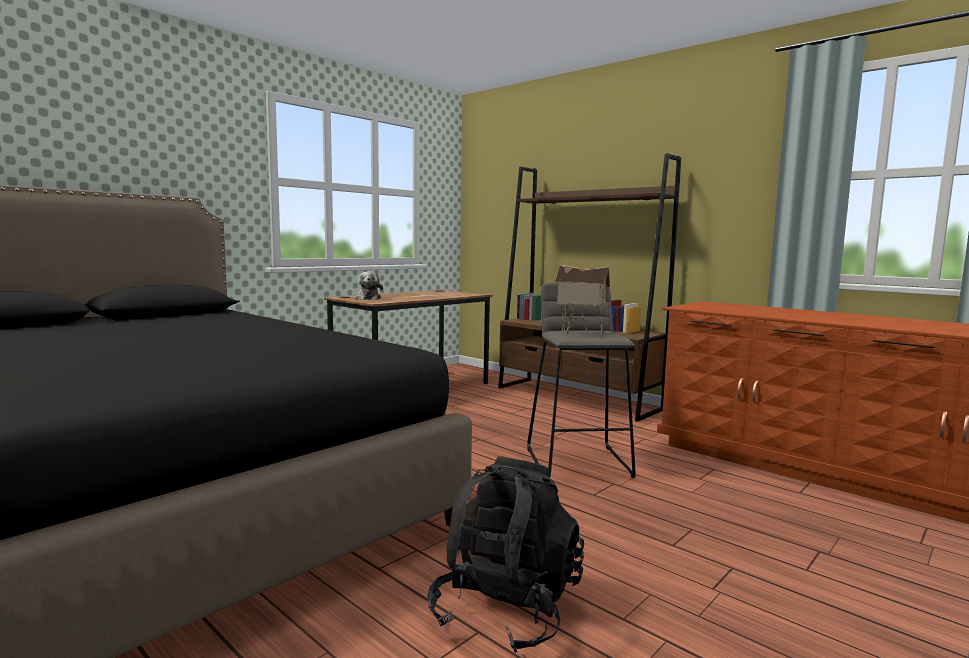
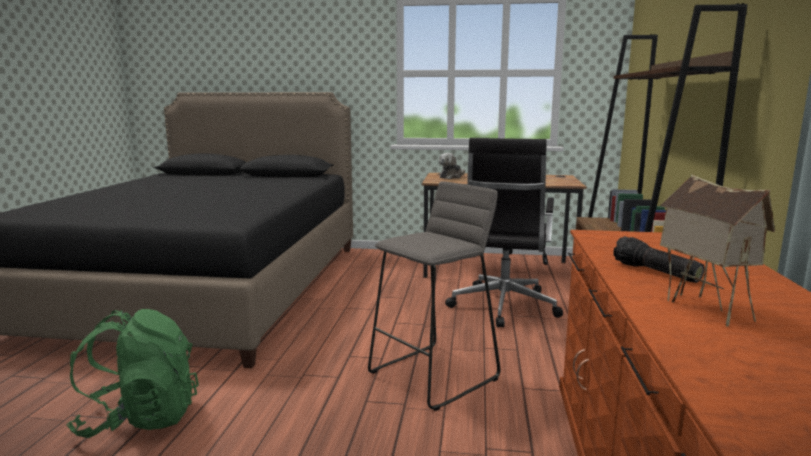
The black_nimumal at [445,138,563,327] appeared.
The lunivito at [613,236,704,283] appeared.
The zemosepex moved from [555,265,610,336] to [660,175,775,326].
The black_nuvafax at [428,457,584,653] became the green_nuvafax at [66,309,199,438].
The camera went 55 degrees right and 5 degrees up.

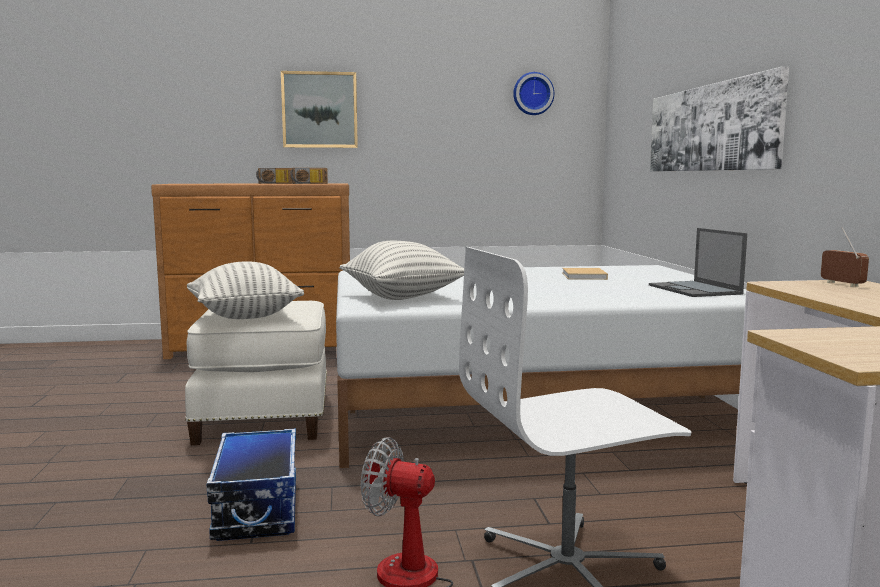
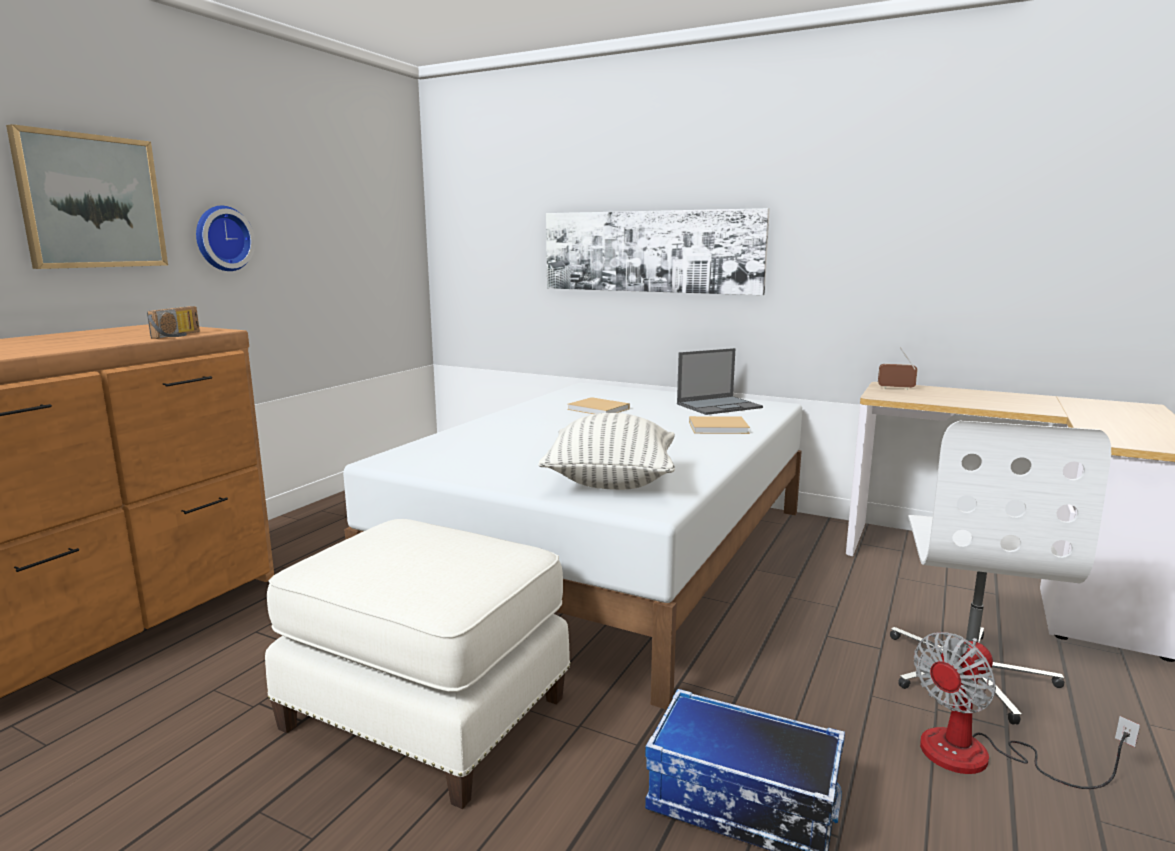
The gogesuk at [187,261,304,319] disappeared.
The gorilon at [256,168,293,184] disappeared.
The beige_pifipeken at [689,416,750,434] appeared.
The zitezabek moved from [513,72,554,115] to [196,206,255,271].
The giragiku at [649,228,747,297] turned 45 degrees counterclockwise.
The camera went 55 degrees left and 5 degrees up.

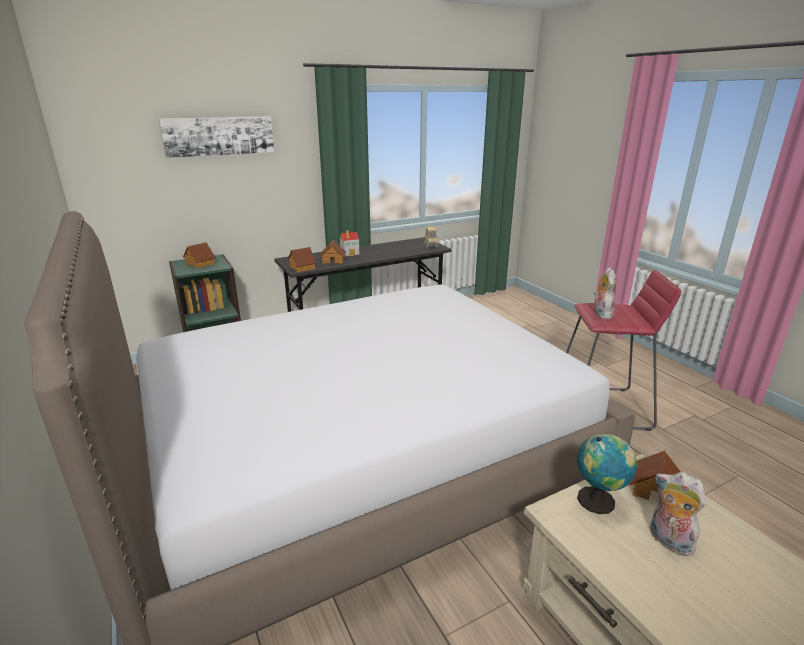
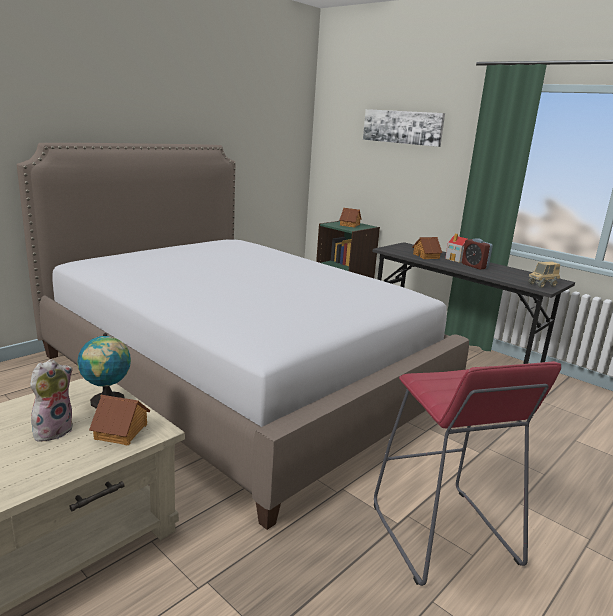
The zemosepex at [288,247,316,272] disappeared.
The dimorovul at [594,268,616,319] disappeared.
The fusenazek at [462,238,493,270] appeared.
The camera went 70 degrees right and 5 degrees down.

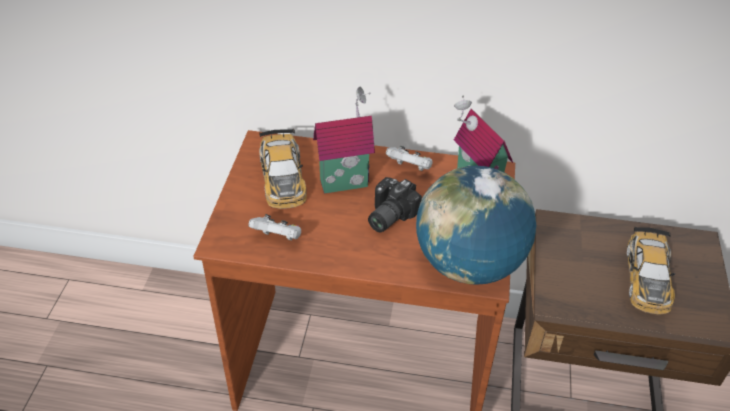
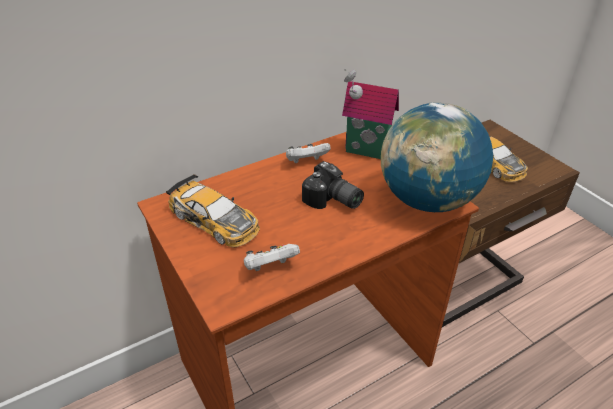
The zemosepex at [313,86,375,194] disappeared.
The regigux at [368,177,422,232] turned 45 degrees counterclockwise.
The camera went 40 degrees left and 5 degrees down.

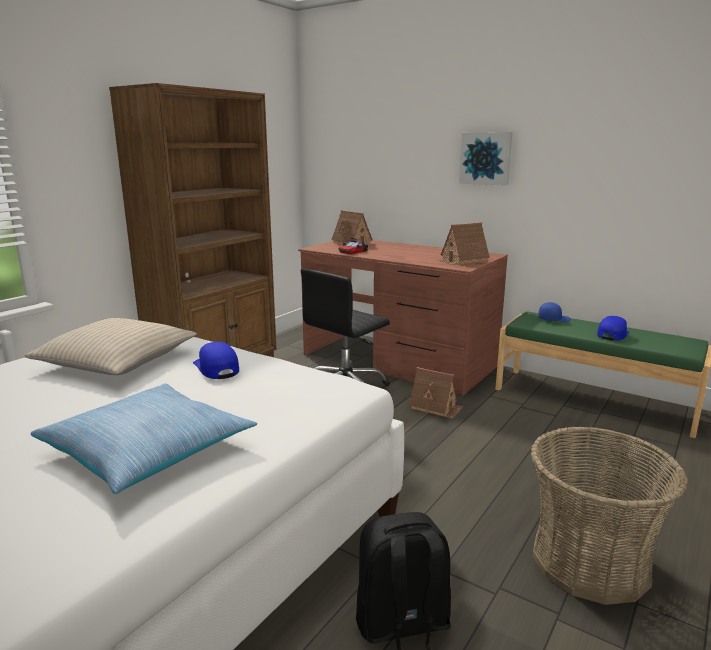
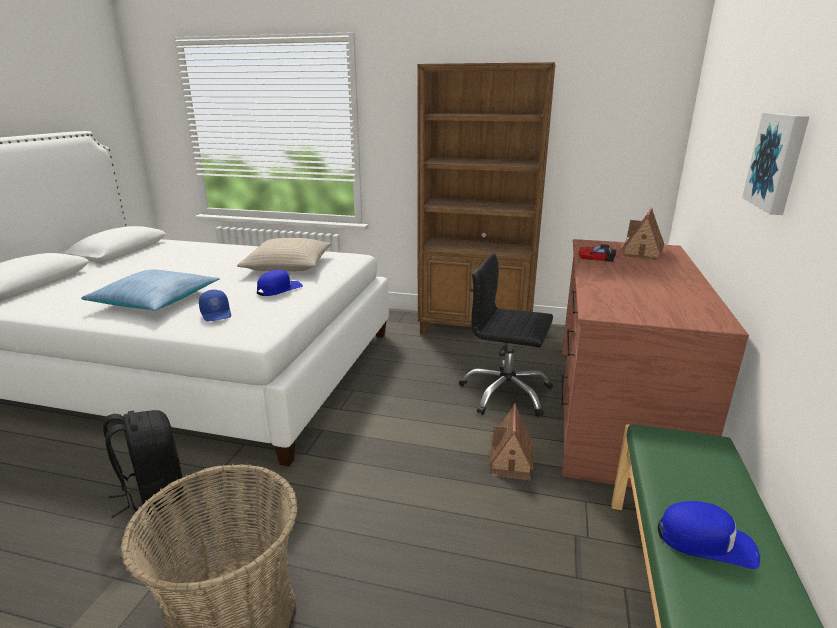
The zemosepex at [437,222,490,265] disappeared.
The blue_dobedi moved from [538,302,571,322] to [199,290,231,321].
The camera went 70 degrees right and 5 degrees up.

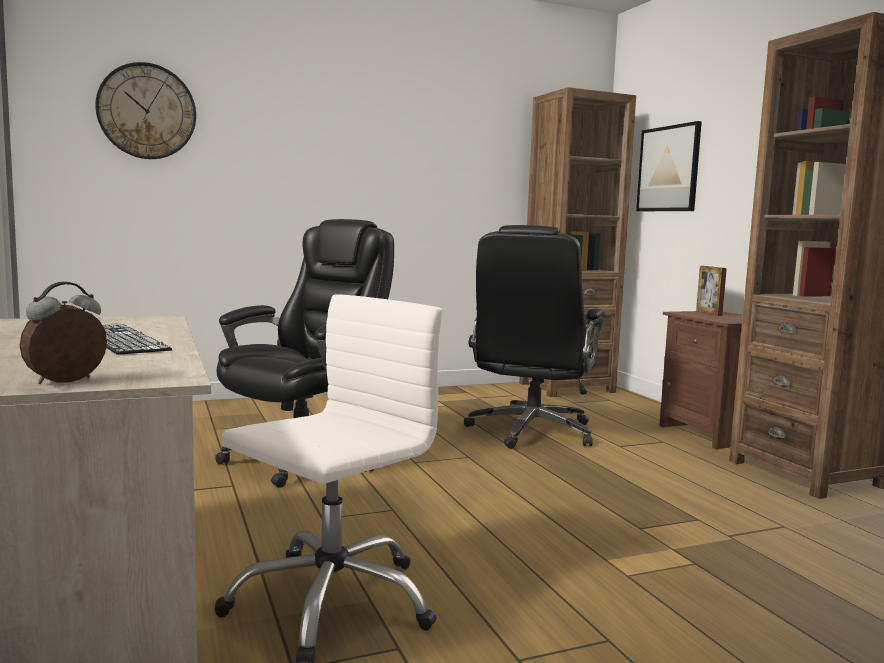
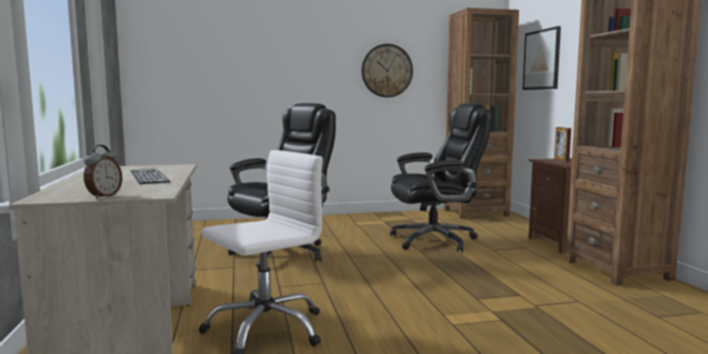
The zitezabek moved from [95,62,196,159] to [362,44,413,97].
The fusenazek at [19,281,107,384] turned 150 degrees clockwise.
The black_nimumal at [464,225,606,449] turned 135 degrees counterclockwise.
The camera went 10 degrees right and 0 degrees up.

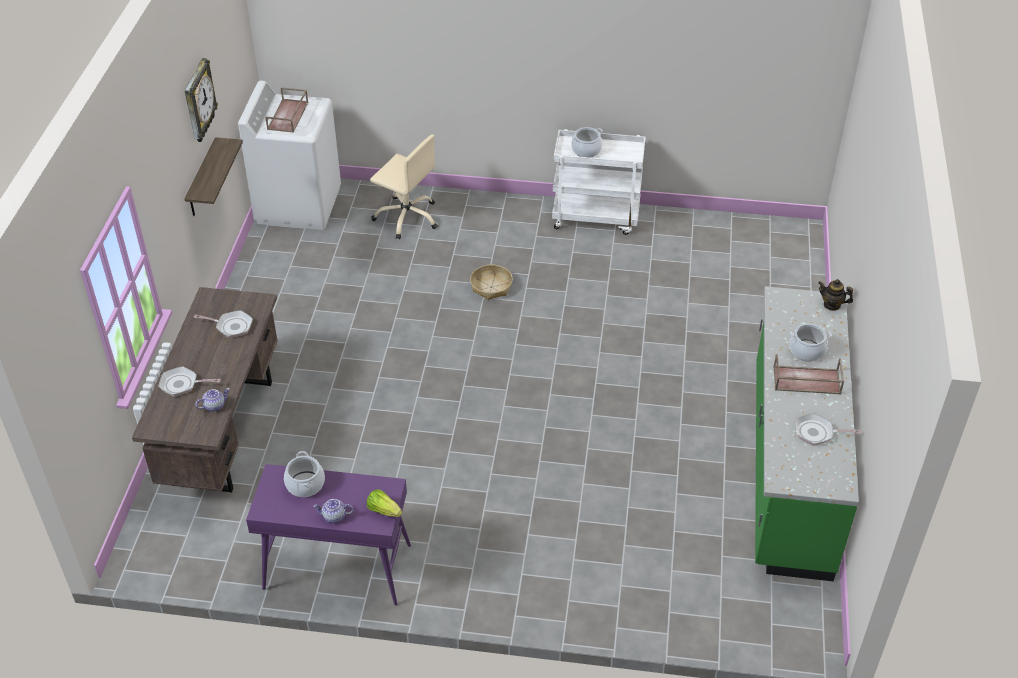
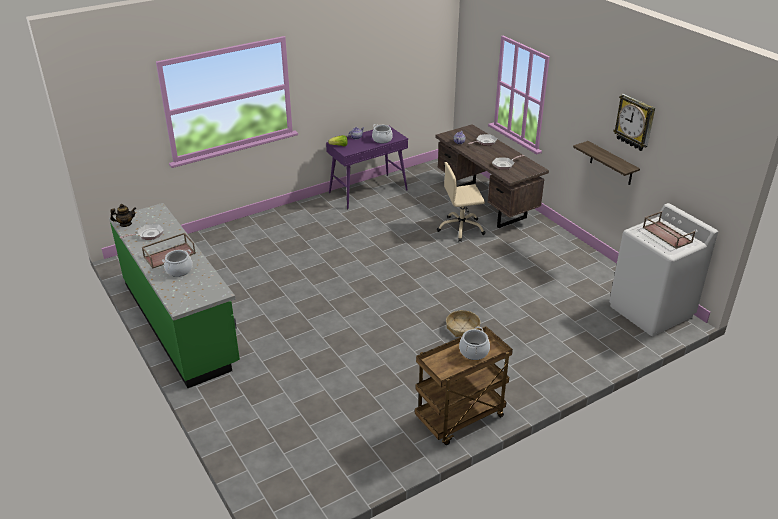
The beige_nimumal moved from [370,134,438,239] to [437,162,486,242].
The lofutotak moved from [818,279,853,311] to [110,204,136,227].
The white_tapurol at [552,129,646,235] became the brown_tapurol at [415,326,513,445].
The camera went 140 degrees right and 10 degrees down.

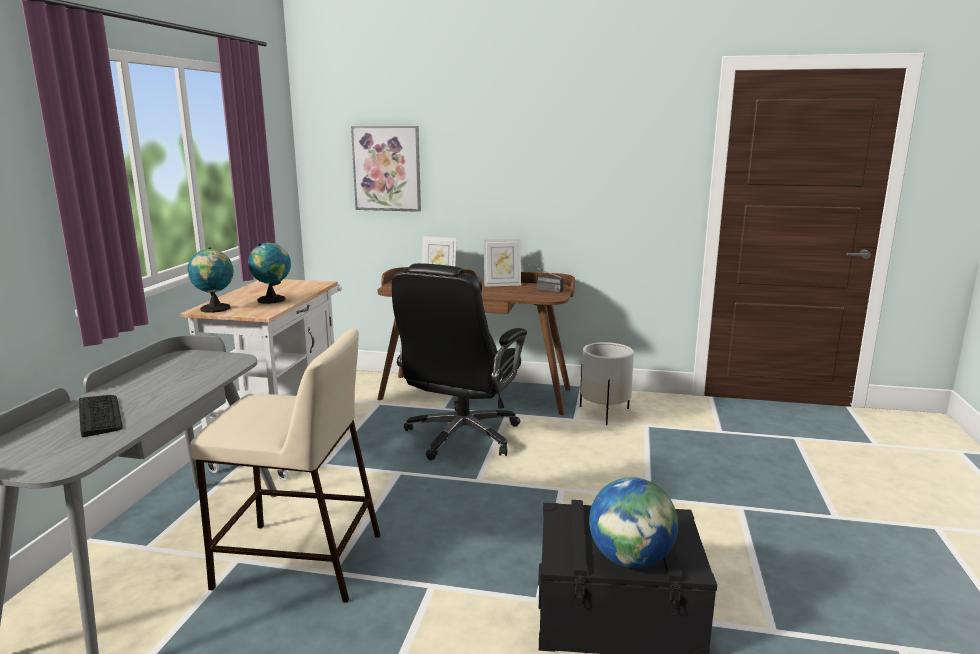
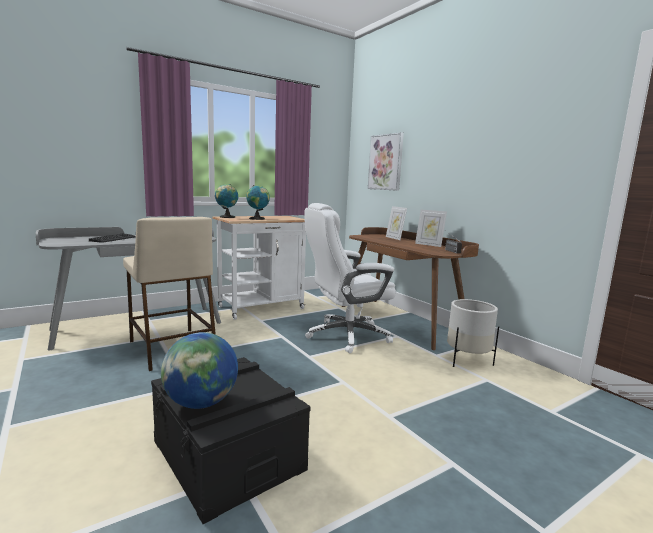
The black_nimumal at [392,263,527,460] became the white_nimumal at [304,203,396,353].
The camera went 45 degrees right and 5 degrees down.

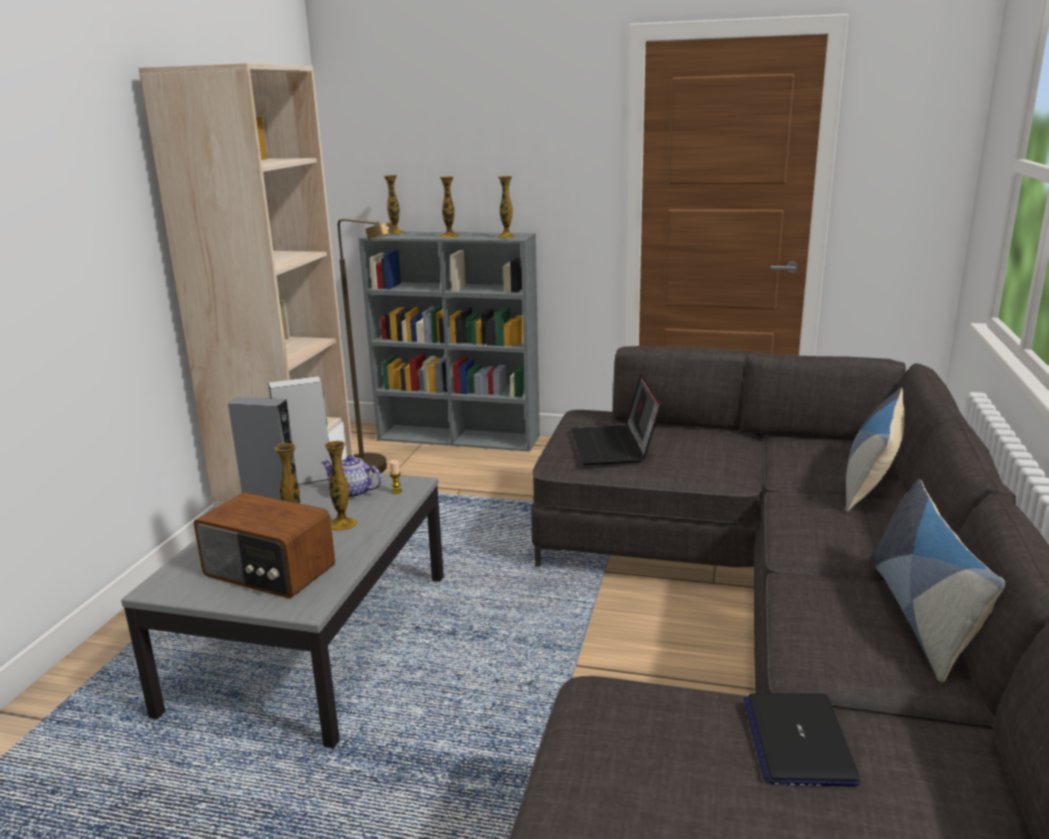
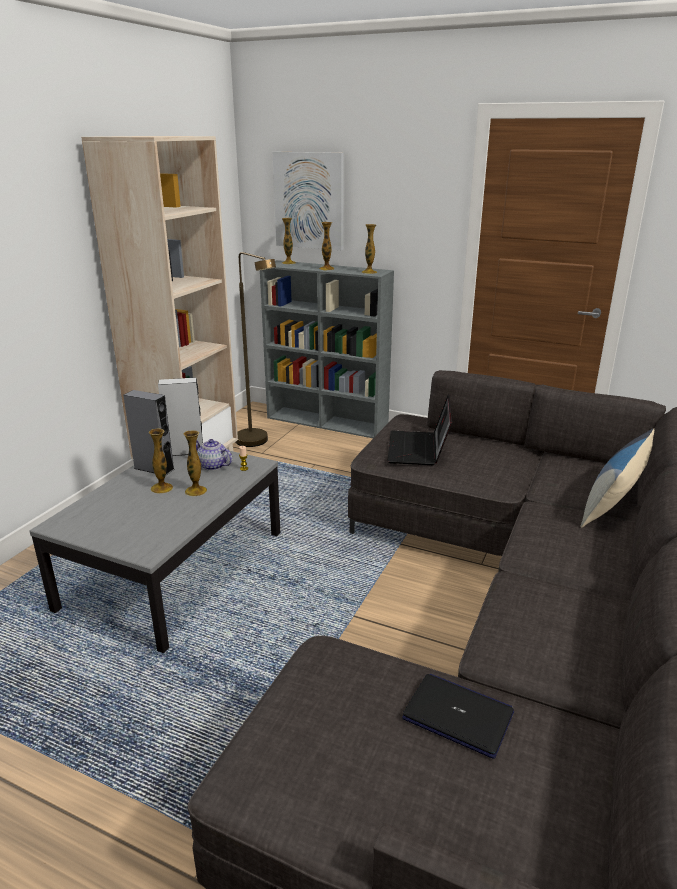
The gorilon at [194,492,335,598] disappeared.
The gogesuk at [871,479,1005,682] disappeared.
The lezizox at [273,152,344,250] appeared.
The giragiku at [743,693,861,787] turned 105 degrees clockwise.
The camera went 10 degrees right and 5 degrees up.

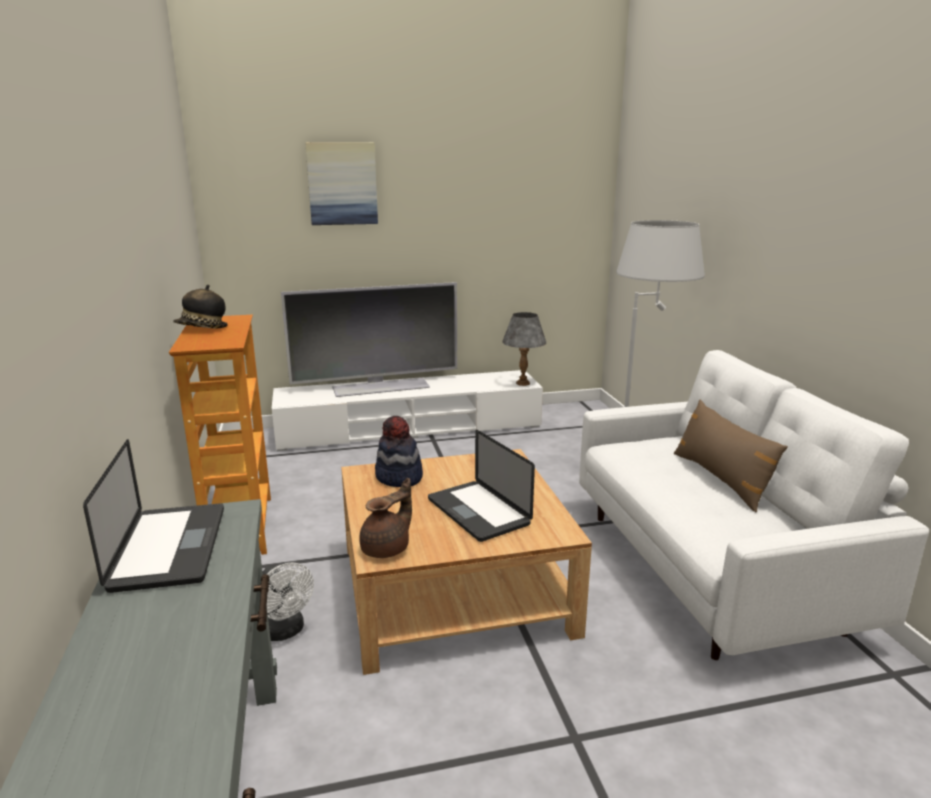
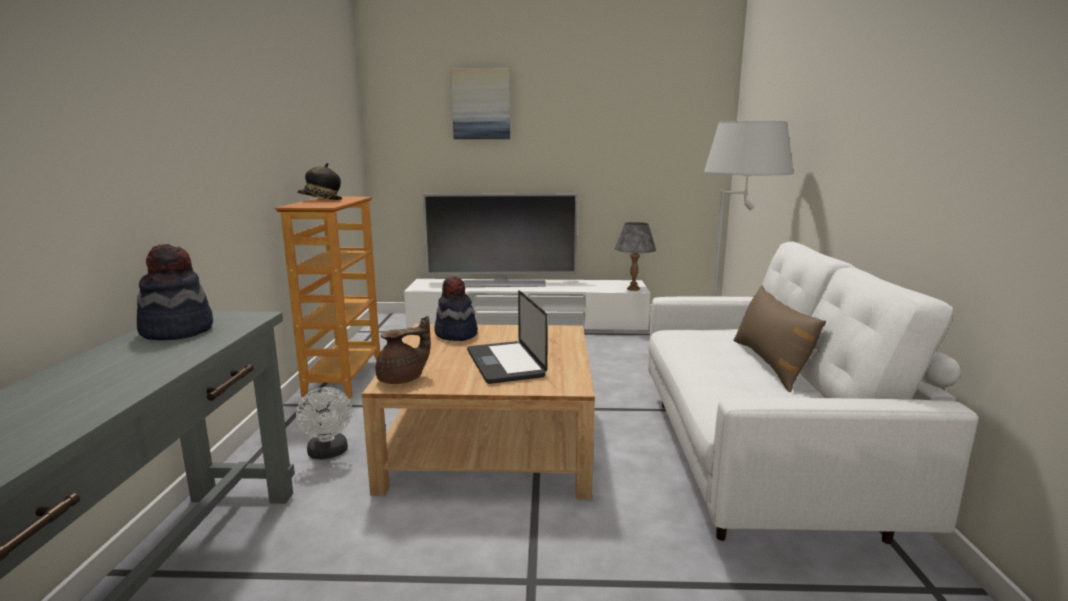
The giragiku at [83,439,224,593] was replaced by the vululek at [137,244,213,340].
The camera went 15 degrees right and 5 degrees down.

